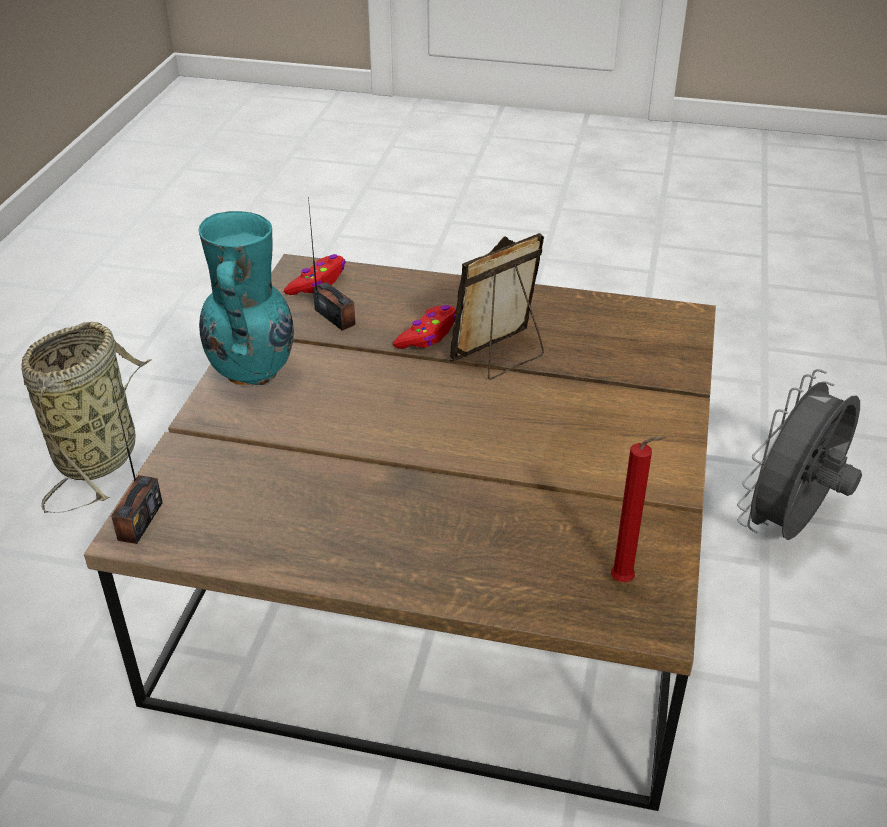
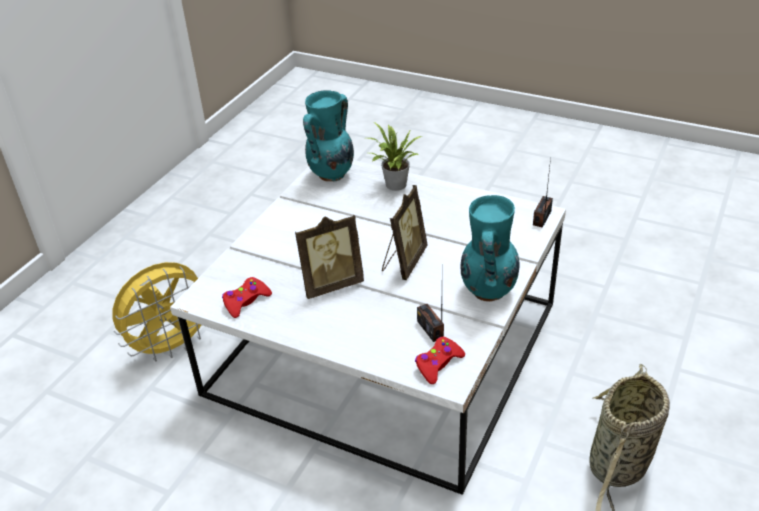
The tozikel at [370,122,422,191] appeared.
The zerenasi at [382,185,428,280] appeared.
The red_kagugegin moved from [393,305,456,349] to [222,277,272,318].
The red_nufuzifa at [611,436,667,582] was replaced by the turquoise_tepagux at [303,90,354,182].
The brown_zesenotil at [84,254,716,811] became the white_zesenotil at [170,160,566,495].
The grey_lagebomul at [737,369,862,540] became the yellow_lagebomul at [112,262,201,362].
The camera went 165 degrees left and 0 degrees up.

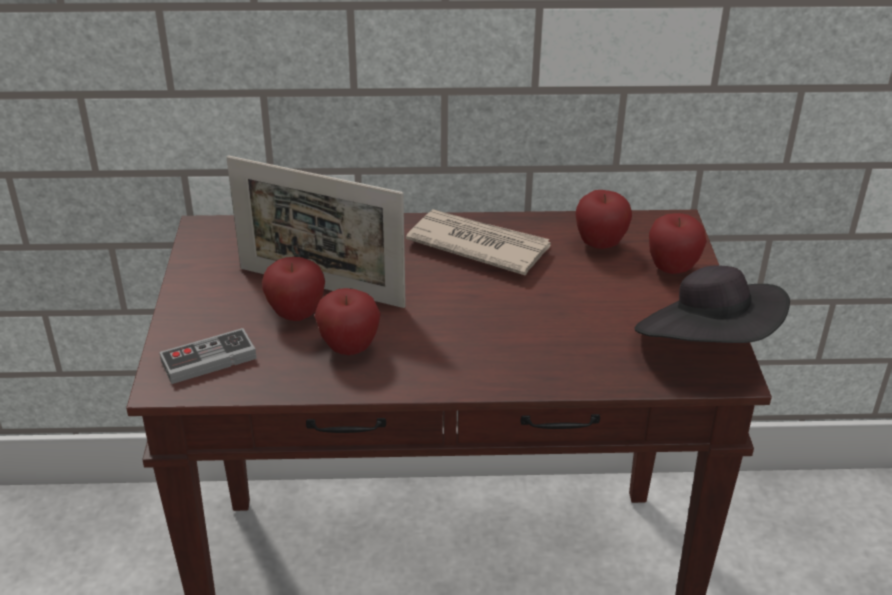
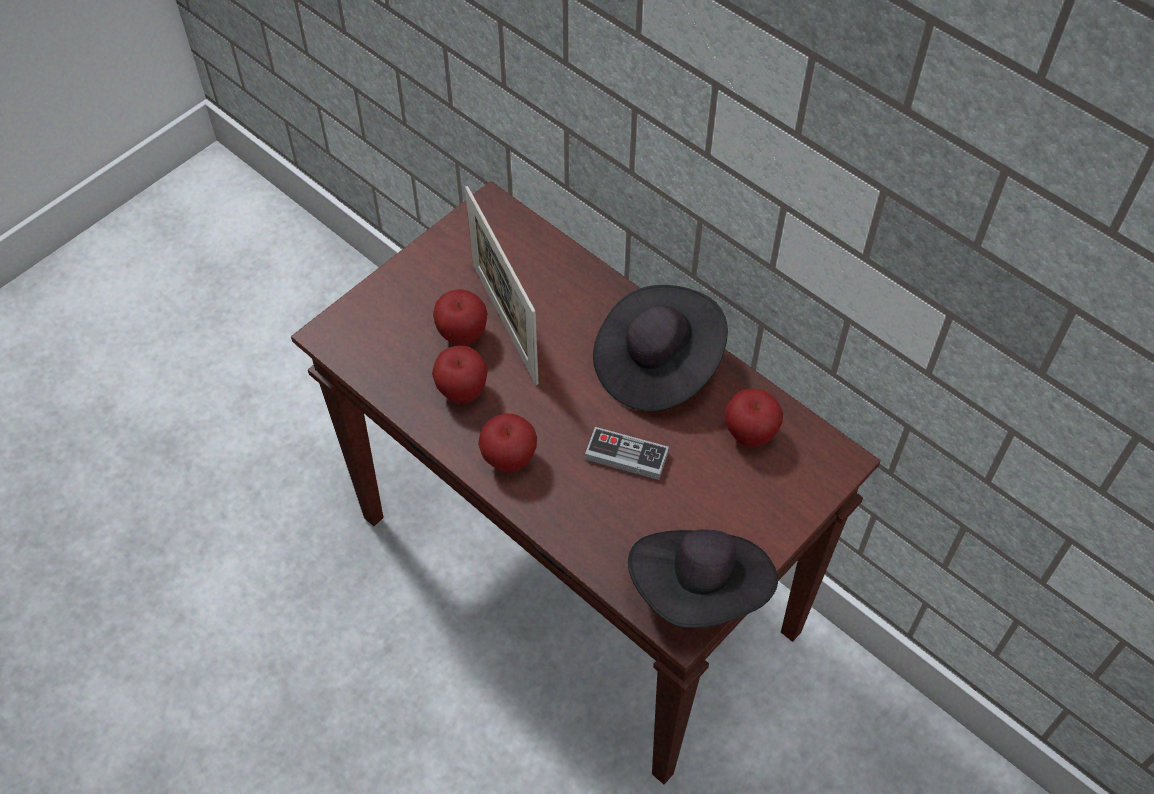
The kagugegin moved from [159,328,257,384] to [585,427,669,480].
The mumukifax moved from [649,213,707,274] to [478,413,537,473].
The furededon at [406,209,551,276] was replaced by the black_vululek at [593,285,728,412].
The camera went 45 degrees right and 20 degrees up.

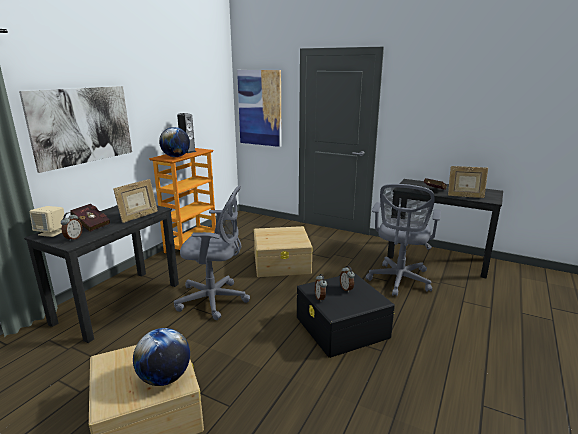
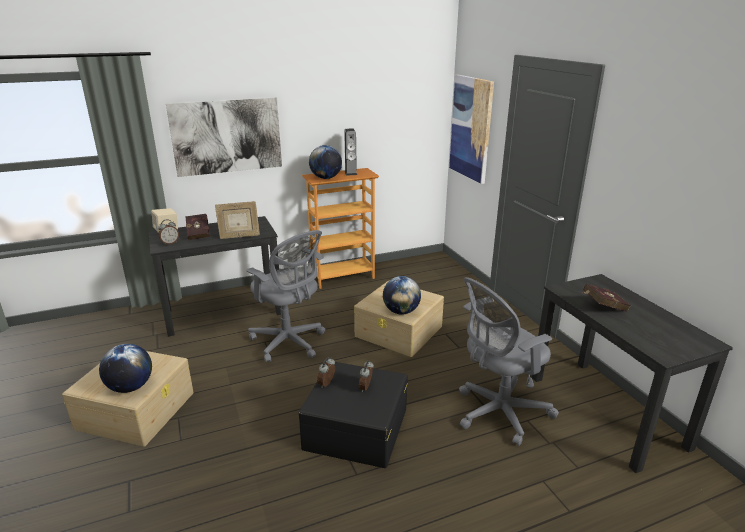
The zerenasi at [448,166,488,198] disappeared.
The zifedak at [383,276,421,314] appeared.
The camera went 40 degrees right and 5 degrees up.

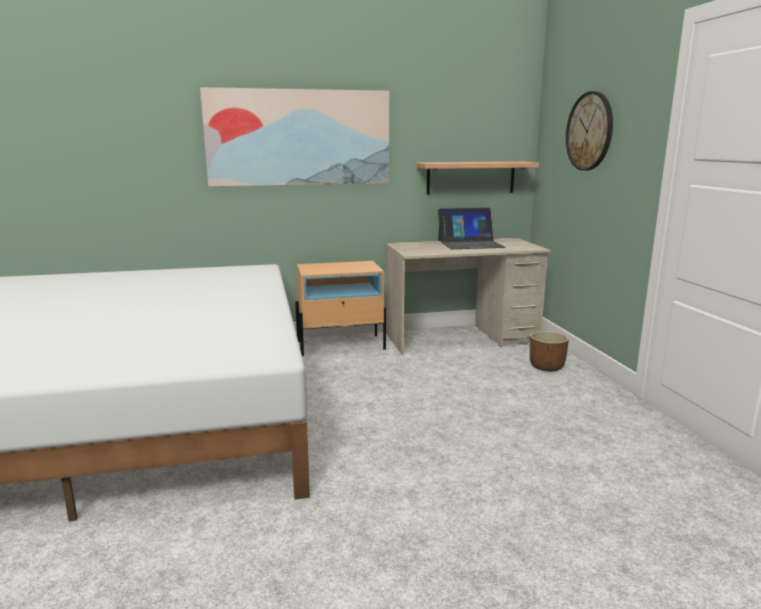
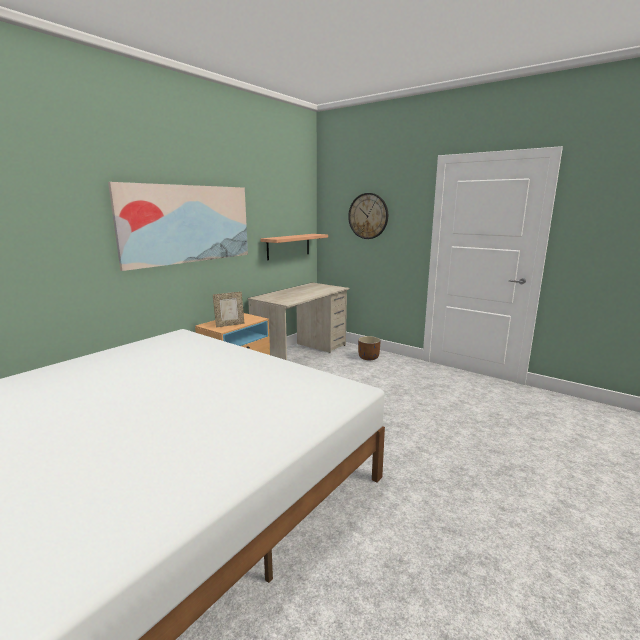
The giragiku at [438,208,506,249] disappeared.
The zerenasi at [213,292,245,327] appeared.
The camera went 40 degrees left and 0 degrees up.

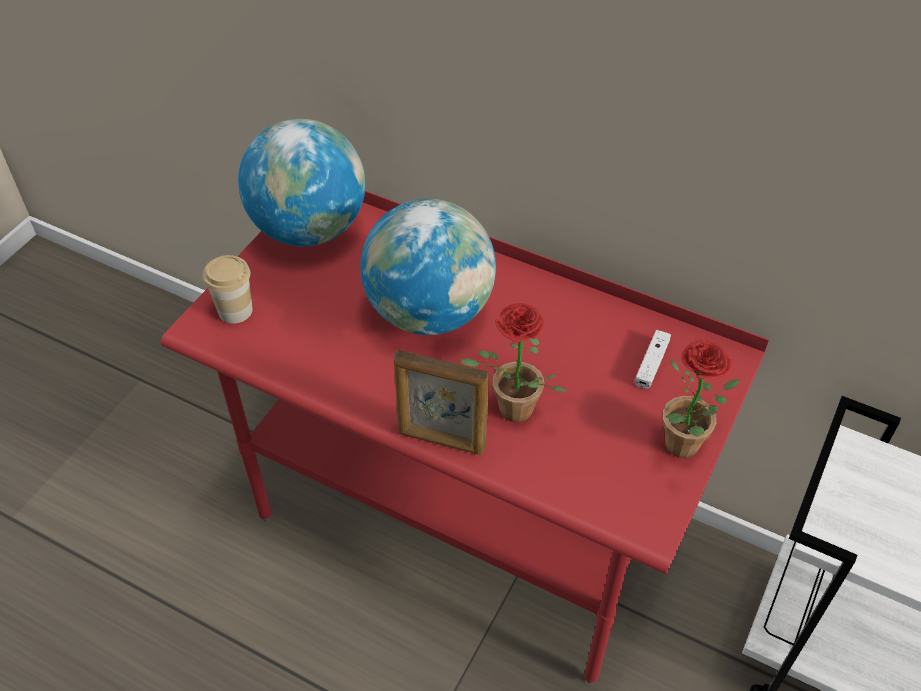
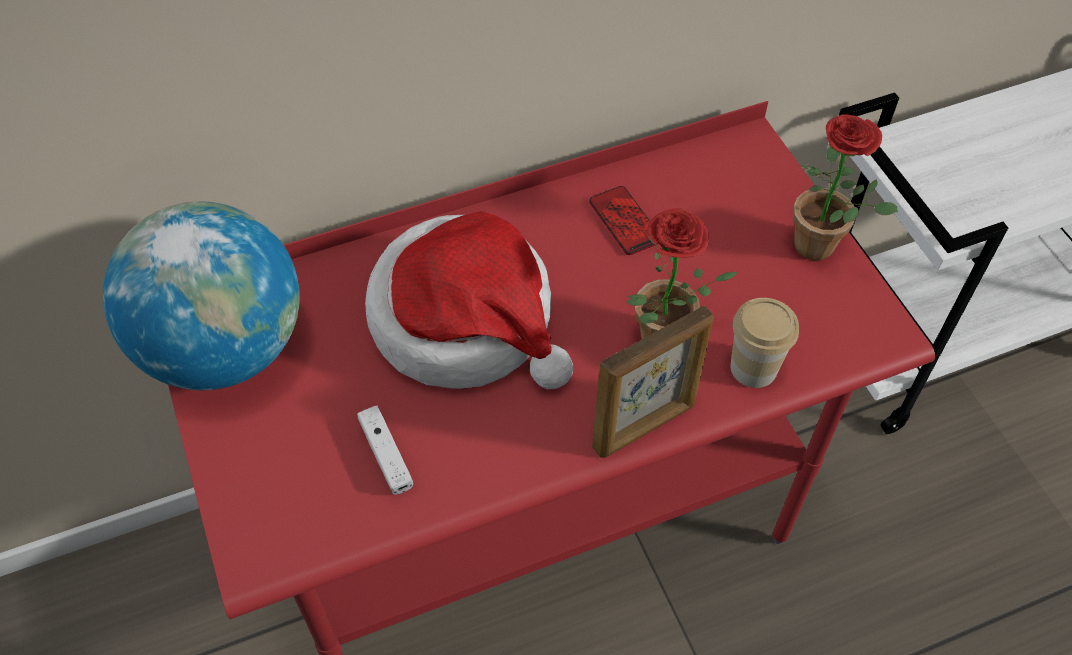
The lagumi at [589,186,657,255] appeared.
The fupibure moved from [203,255,253,323] to [730,298,799,388].
The white_kagugegin moved from [635,330,671,389] to [357,406,413,495].
The zifedak at [360,199,496,335] was replaced by the vululek at [365,211,573,390].
The camera went 50 degrees left and 5 degrees up.

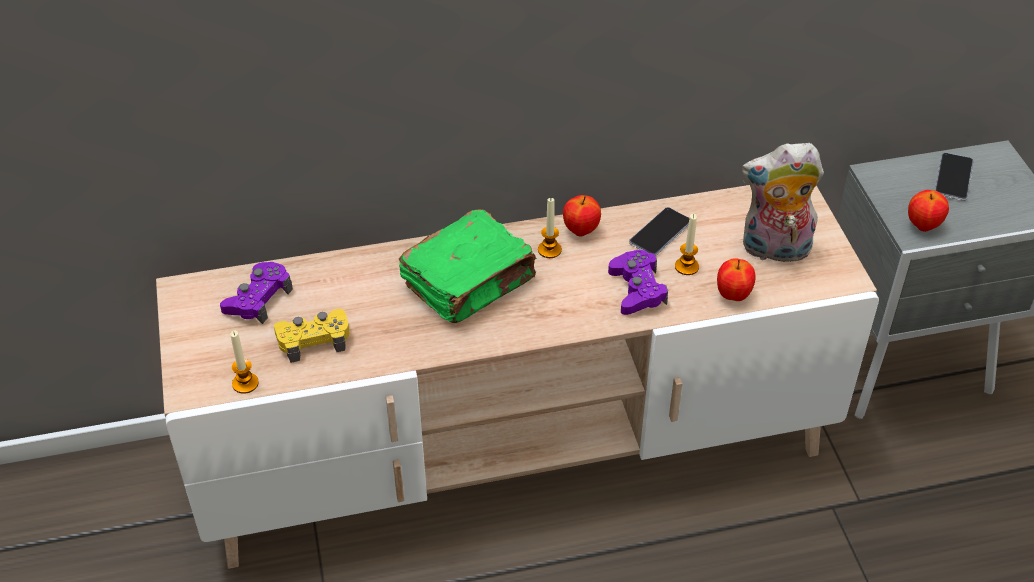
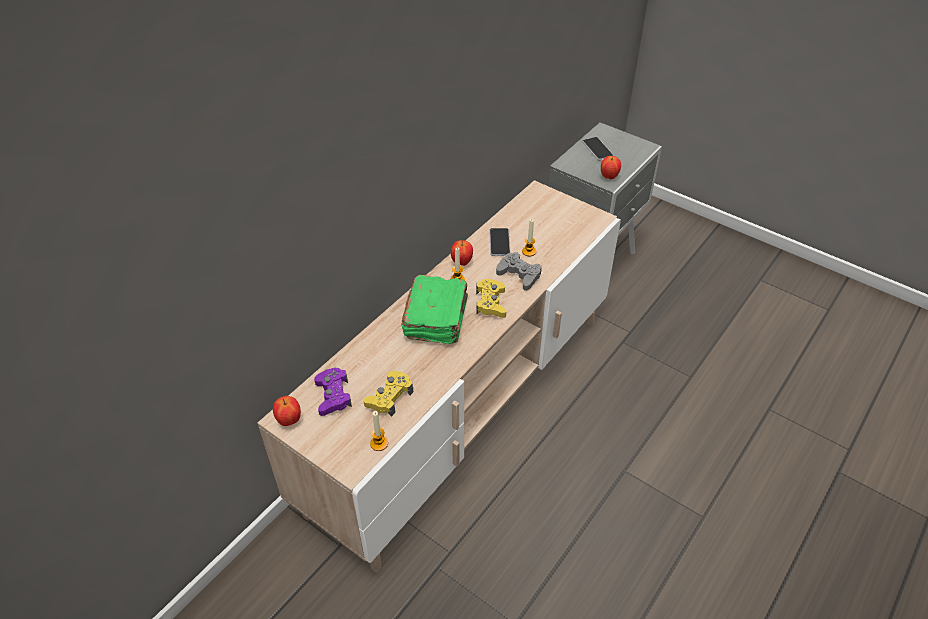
The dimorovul at [742,143,824,267] disappeared.
The yellow_kagugegin at [476,279,506,318] appeared.
The mumukifax moved from [717,258,755,301] to [273,396,301,426].
The purple_kagugegin at [608,250,668,315] became the grey_kagugegin at [496,252,542,291].
The camera went 40 degrees left and 0 degrees up.

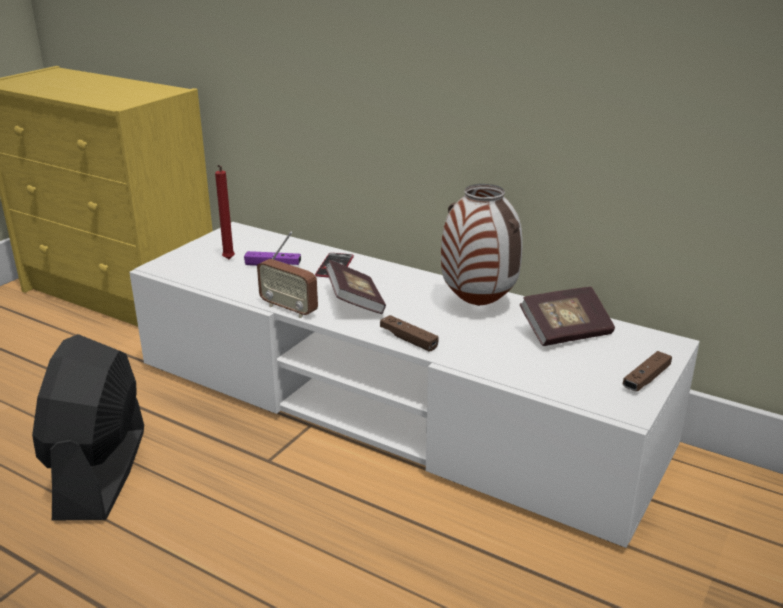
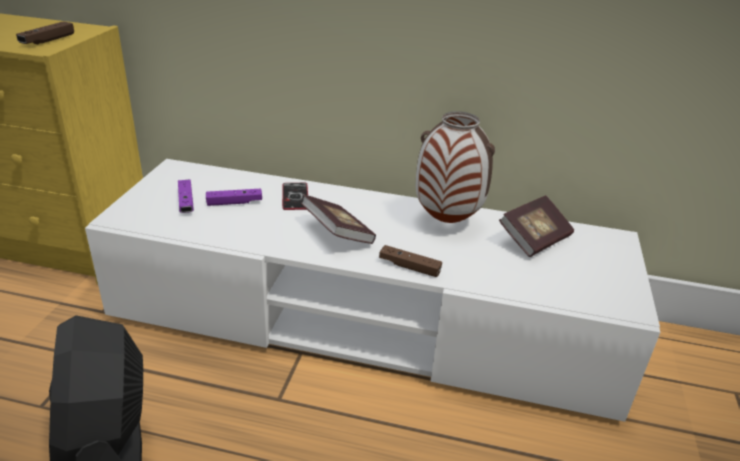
The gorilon at [257,232,318,318] disappeared.
The brown_kagugegin moved from [622,351,672,391] to [16,21,74,45].
The red_nufuzifa at [215,165,235,259] was replaced by the purple_kagugegin at [178,179,194,213].
The camera went 20 degrees left and 5 degrees up.

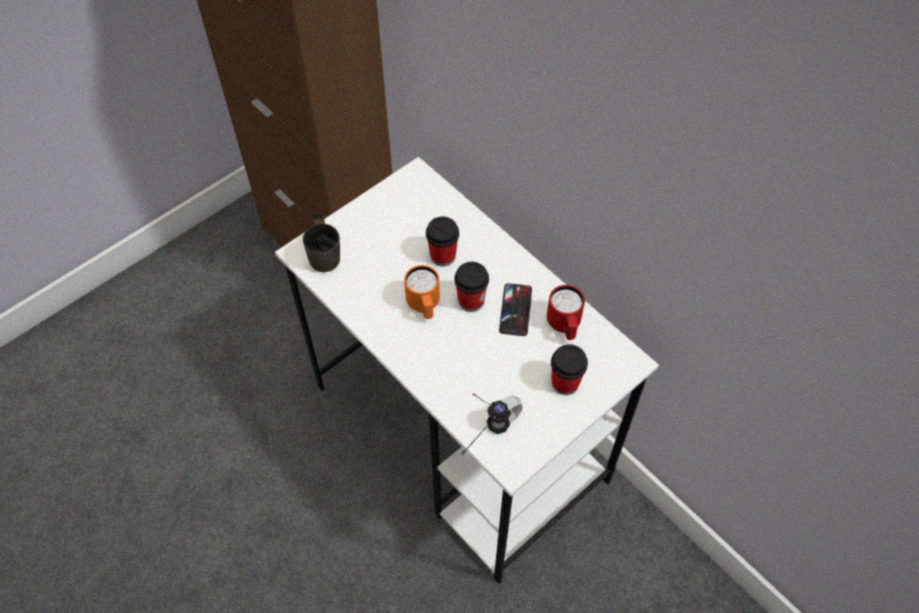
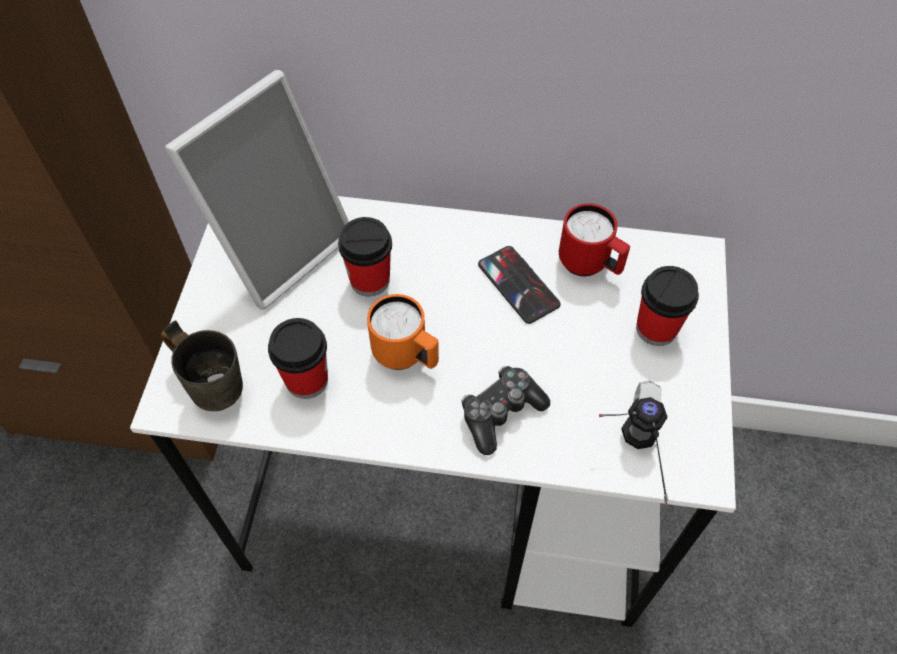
The zerenasi at [165,70,349,310] appeared.
The kagugegin at [461,366,550,455] appeared.
The fupibure moved from [454,262,489,312] to [268,318,328,399].
The camera went 40 degrees left and 0 degrees up.

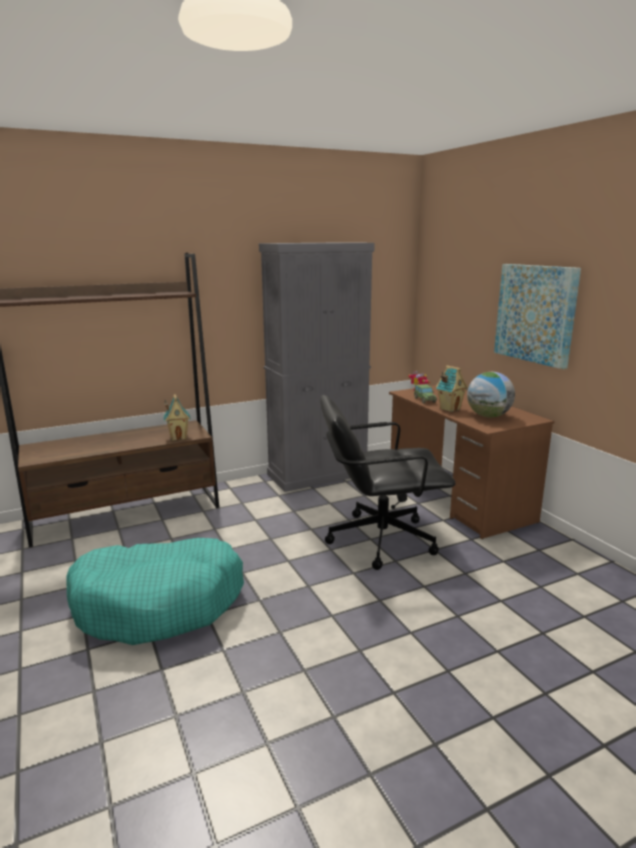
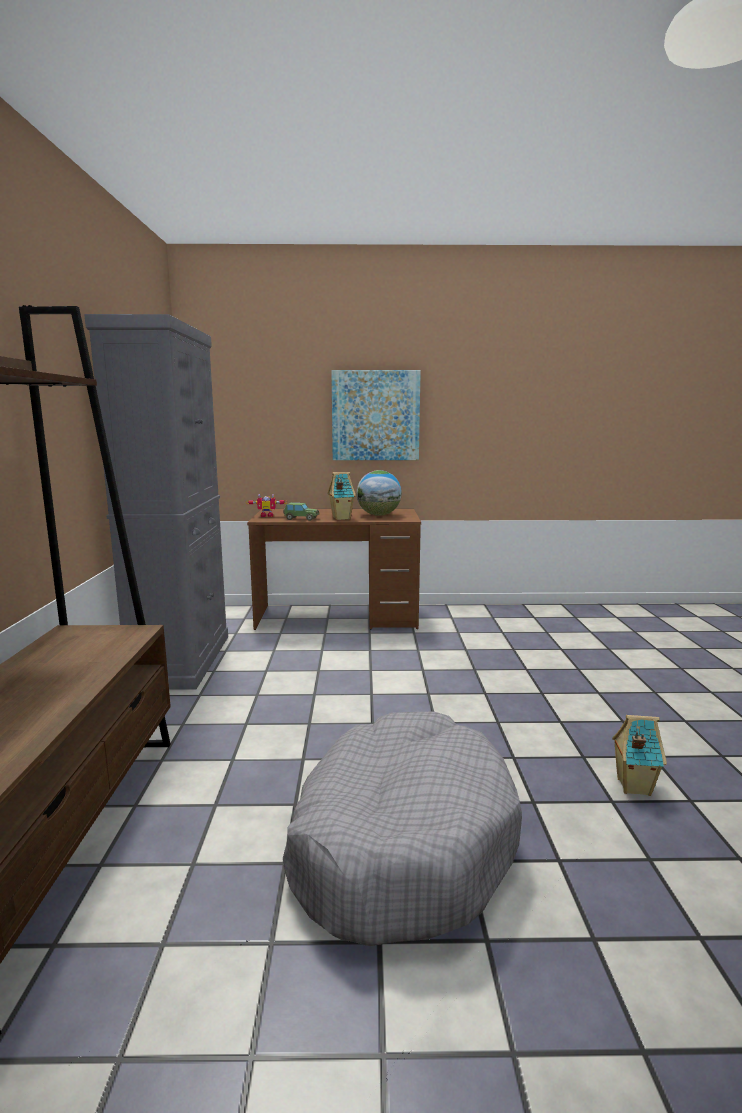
The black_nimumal at [320,395,455,570] disappeared.
The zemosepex moved from [164,394,191,441] to [612,715,667,796].
The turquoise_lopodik at [66,538,244,645] became the grey_lopodik at [283,712,522,946].
The camera went 65 degrees left and 5 degrees down.

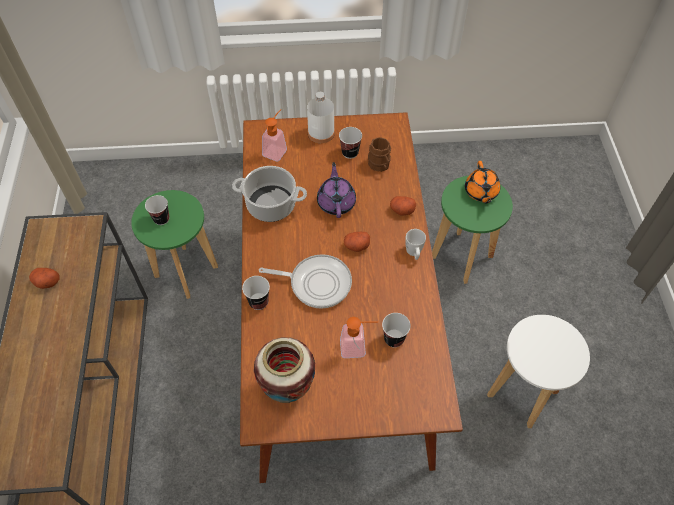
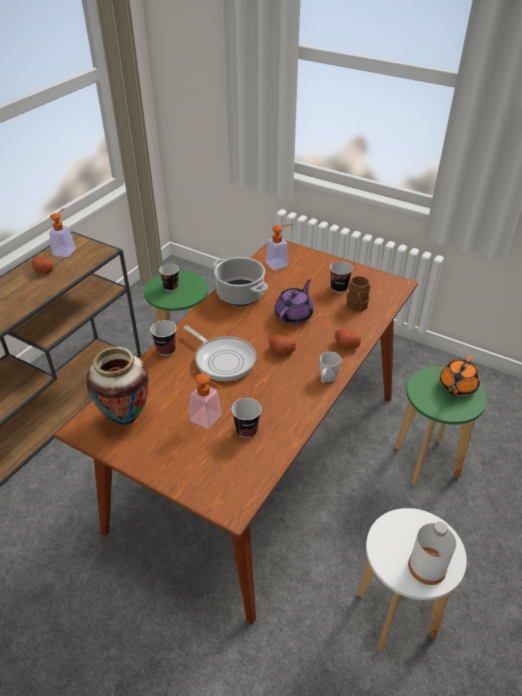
The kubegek at [49,208,76,257] appeared.
The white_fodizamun moved from [307,92,335,143] to [408,522,456,585].
The camera went 35 degrees right and 15 degrees down.

